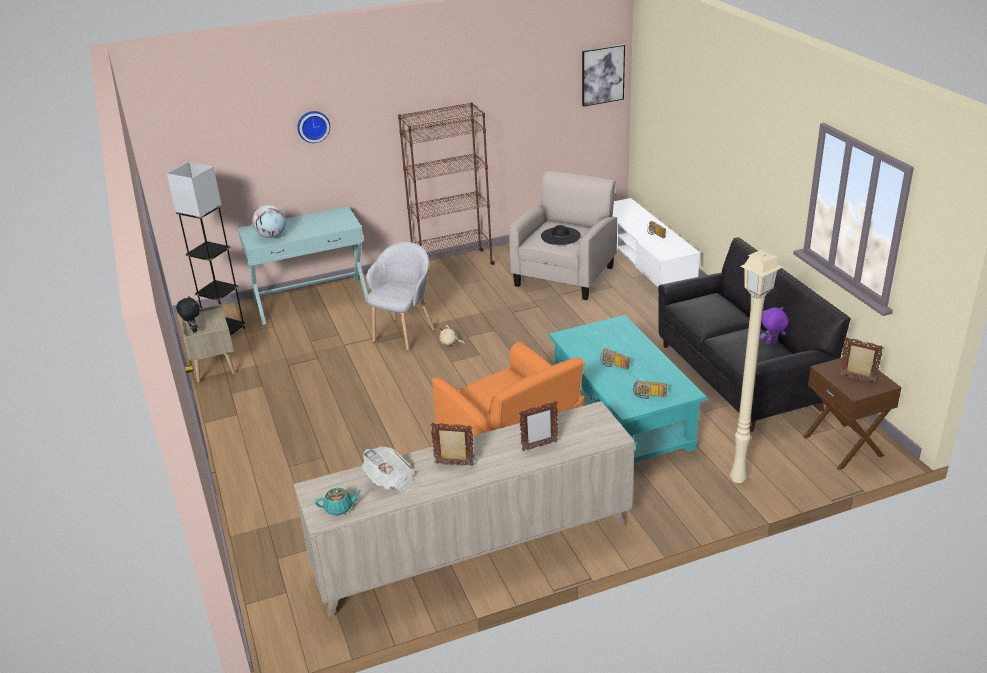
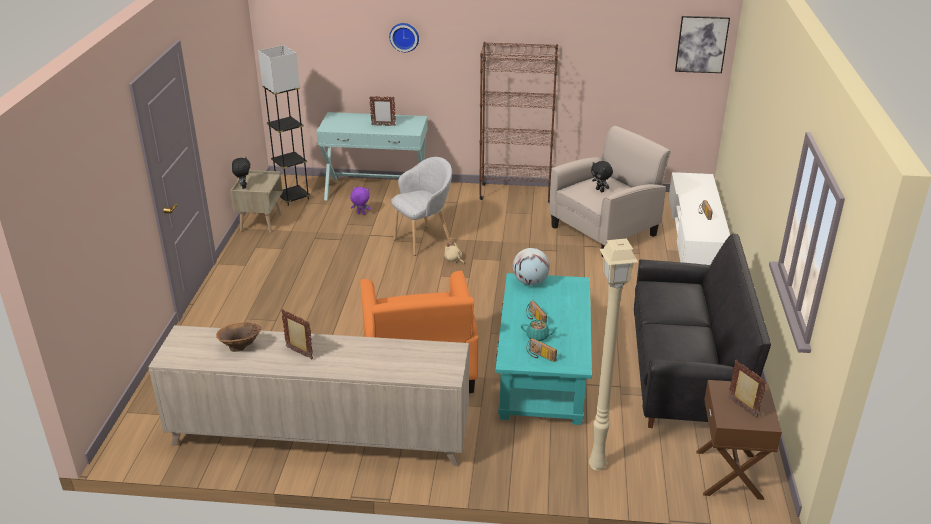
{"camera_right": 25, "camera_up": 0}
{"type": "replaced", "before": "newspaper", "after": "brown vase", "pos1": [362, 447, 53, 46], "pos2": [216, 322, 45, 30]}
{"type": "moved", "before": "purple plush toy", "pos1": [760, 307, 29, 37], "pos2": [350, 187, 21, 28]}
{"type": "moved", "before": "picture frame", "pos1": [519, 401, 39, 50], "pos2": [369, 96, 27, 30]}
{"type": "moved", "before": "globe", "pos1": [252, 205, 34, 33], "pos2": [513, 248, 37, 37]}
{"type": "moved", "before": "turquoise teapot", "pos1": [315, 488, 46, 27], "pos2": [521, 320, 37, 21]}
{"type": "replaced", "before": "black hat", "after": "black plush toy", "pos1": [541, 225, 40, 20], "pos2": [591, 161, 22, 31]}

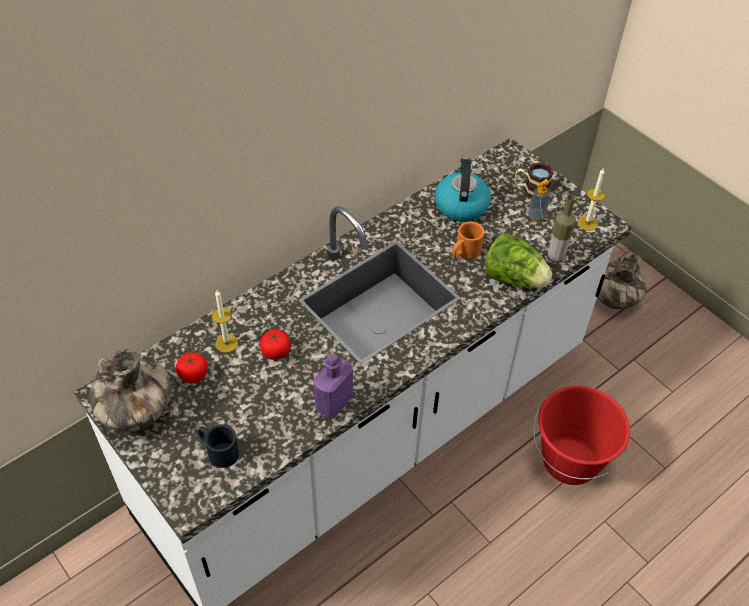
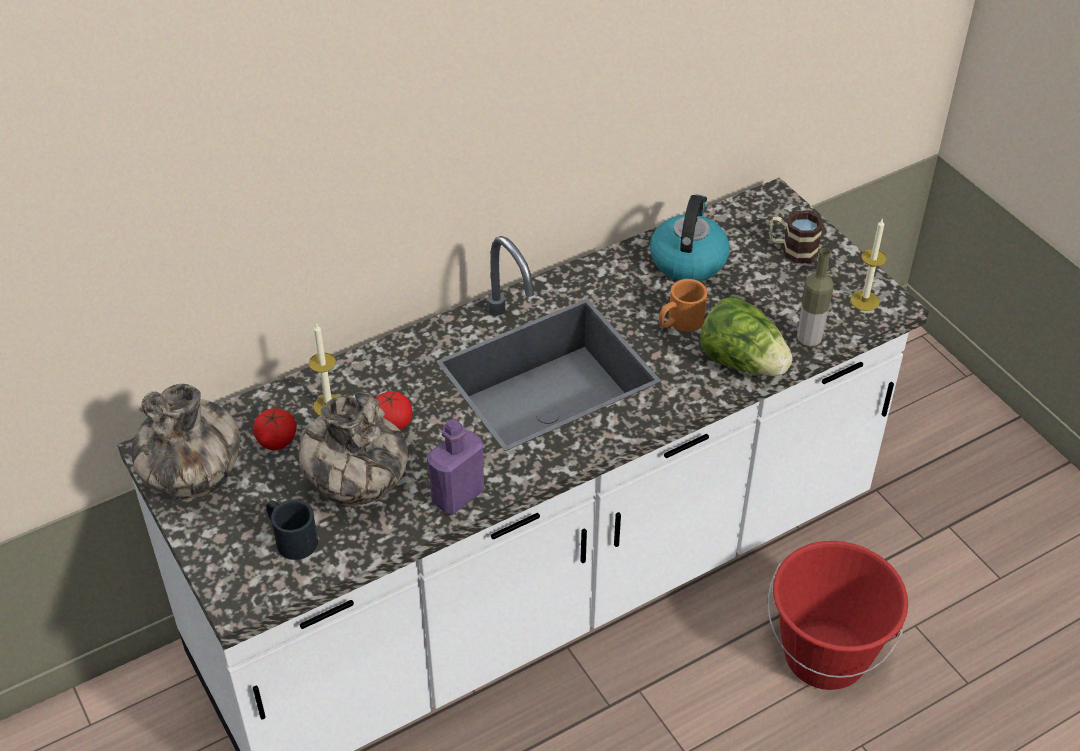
{"camera_right": 10, "camera_up": -5}
{"type": "moved", "before": "vase", "pos1": [598, 253, 49, 56], "pos2": [299, 392, 110, 114]}
{"type": "removed", "before": "soap dispenser", "pos1": [528, 179, 22, 43]}

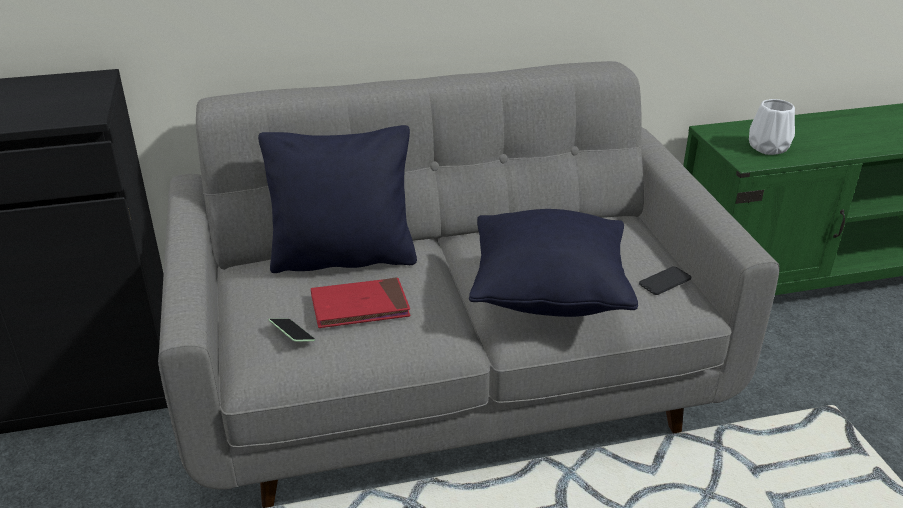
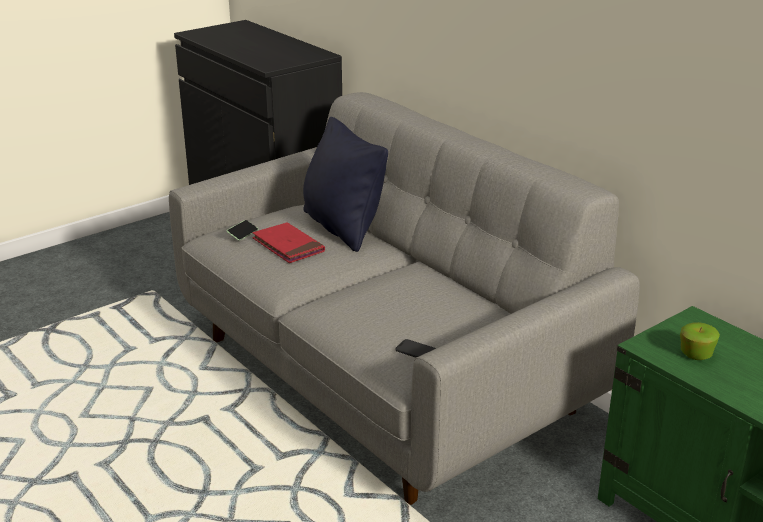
{"camera_right": 65, "camera_up": -5}
{"type": "replaced", "before": "white vase", "after": "apple", "pos1": [749, 99, 46, 56], "pos2": [680, 322, 40, 38]}
{"type": "removed", "before": "black pillow", "pos1": [469, 209, 169, 108]}

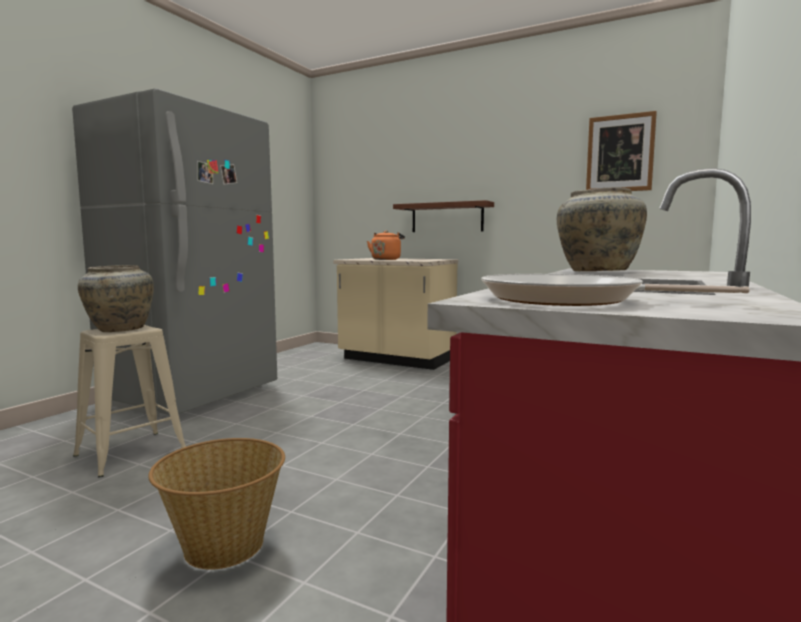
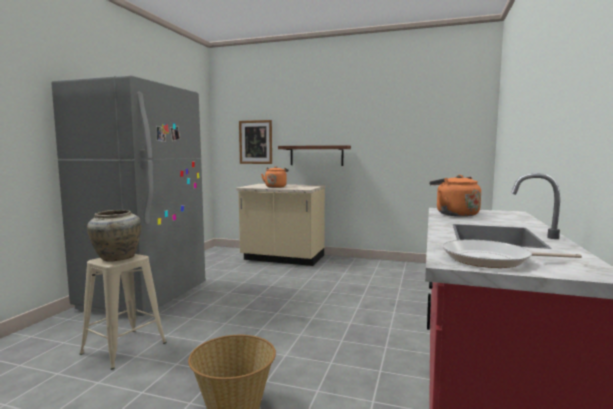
{"camera_right": -10, "camera_up": 0}
{"type": "moved", "before": "picture", "pos1": [586, 111, 71, 80], "pos2": [239, 120, 33, 44]}
{"type": "replaced", "before": "beige vase", "after": "orange kettle", "pos1": [557, 187, 90, 84], "pos2": [429, 175, 52, 42]}

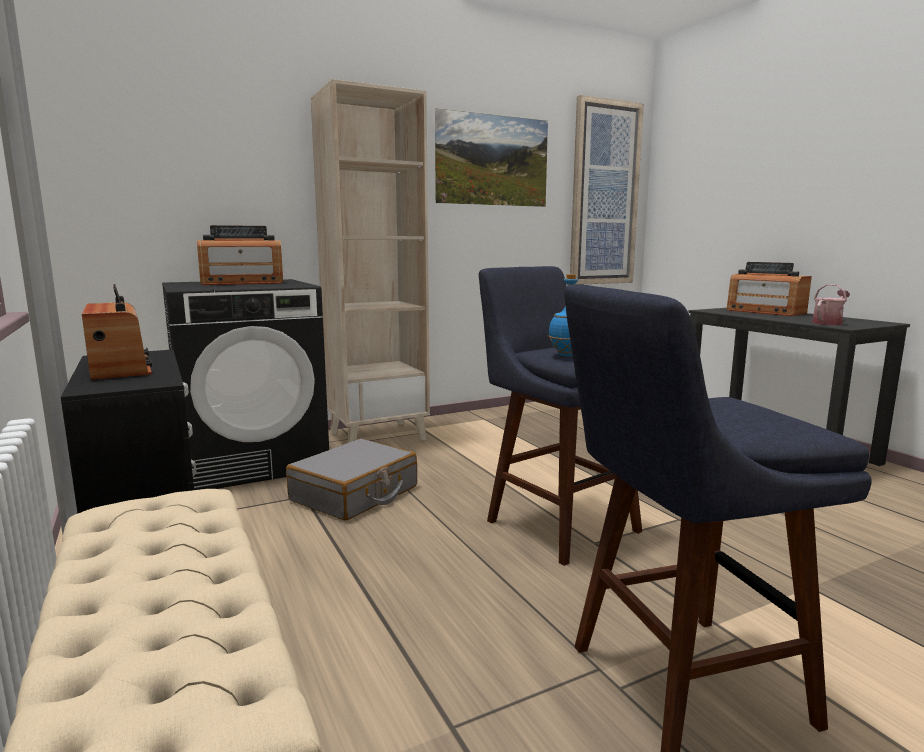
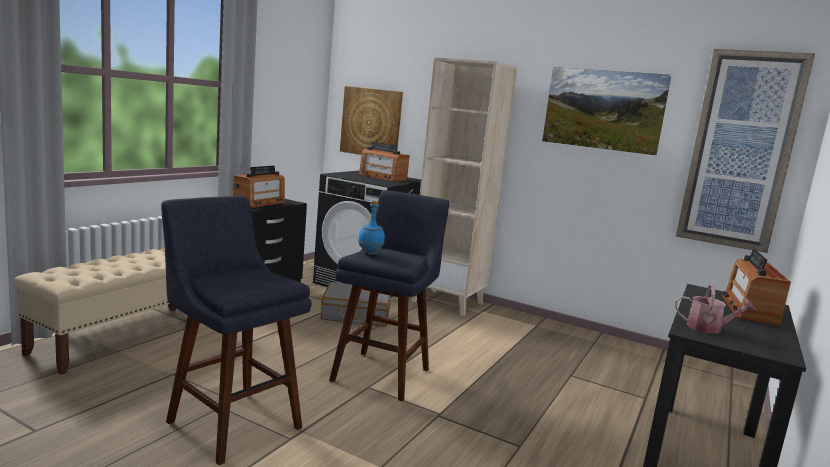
{"camera_right": 55, "camera_up": 0}
{"type": "added", "after": "picture", "pos2": [340, 86, 63, 69]}

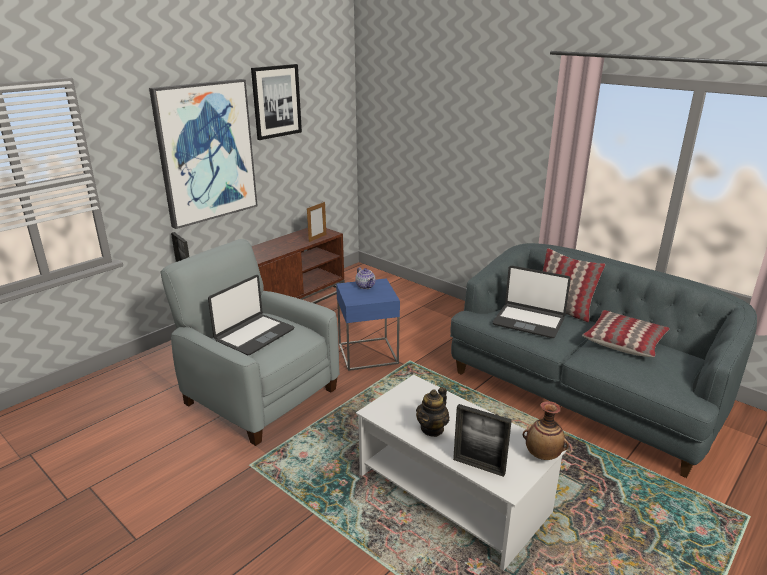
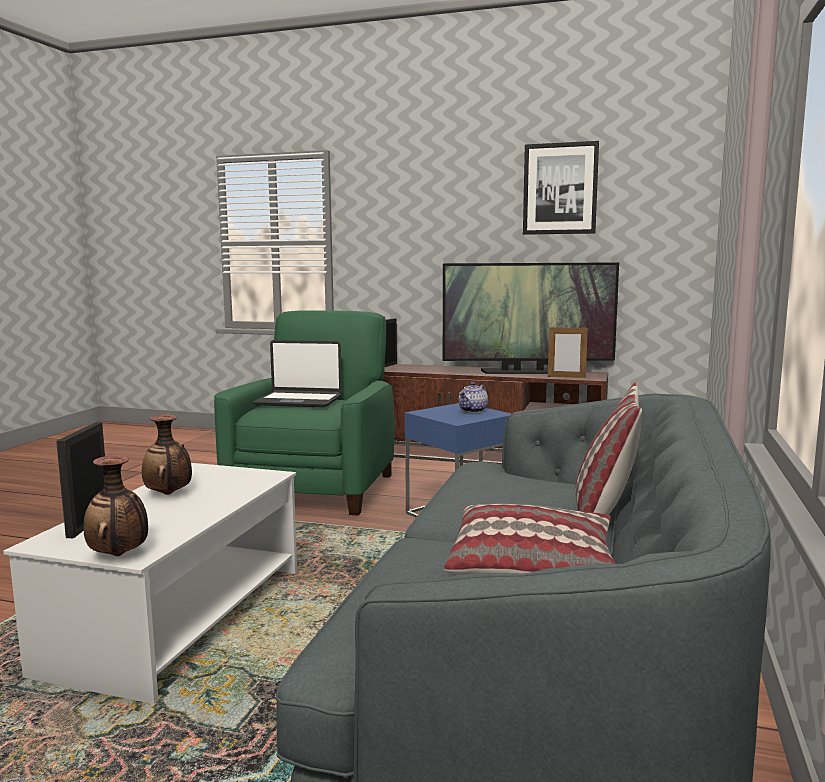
{"camera_right": 65, "camera_up": -15}
{"type": "replaced", "before": "teapot", "after": "vase", "pos1": [416, 387, 34, 50], "pos2": [142, 415, 50, 80]}
{"type": "recoloured", "before": "grey armchair", "after": "green armchair", "pos1": [161, 239, 179, 207], "pos2": [214, 310, 181, 206]}
{"type": "added", "after": "television", "pos2": [443, 262, 176, 112]}
{"type": "removed", "before": "picture", "pos1": [149, 79, 109, 150]}
{"type": "removed", "before": "laptop", "pos1": [493, 266, 78, 72]}

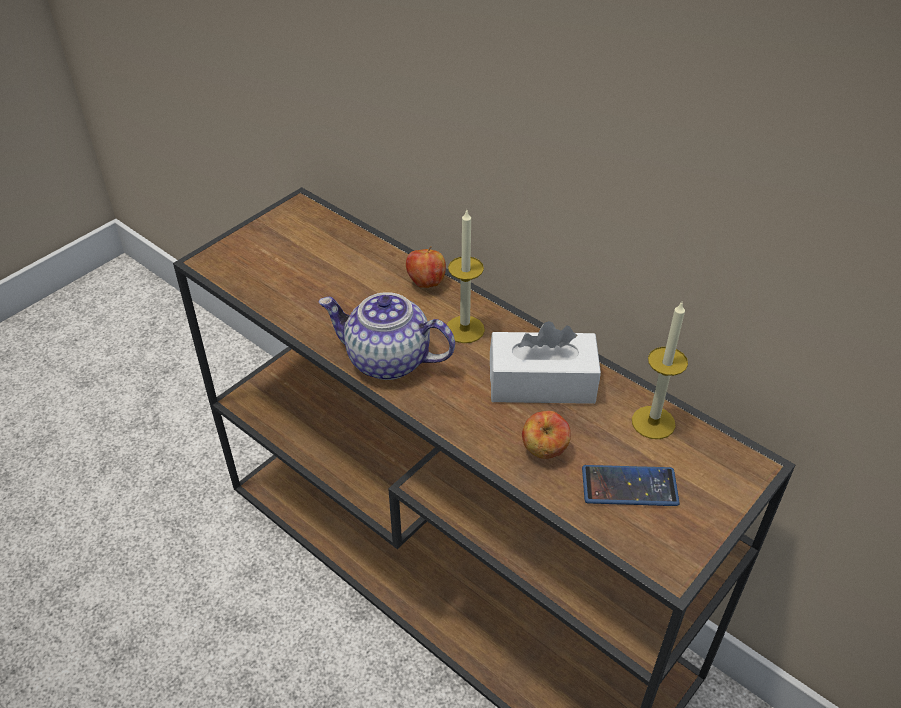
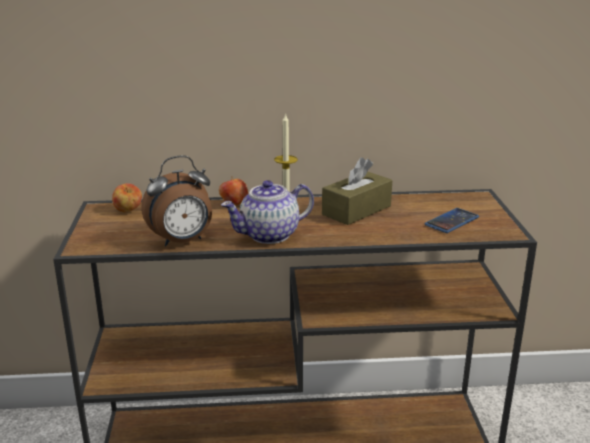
{"camera_right": -45, "camera_up": -20}
{"type": "moved", "before": "apple", "pos1": [522, 411, 49, 48], "pos2": [112, 183, 30, 29]}
{"type": "added", "after": "alarm clock", "pos2": [141, 156, 71, 90]}
{"type": "recoloured", "before": "white tissue box", "after": "brown tissue box", "pos1": [490, 321, 111, 83], "pos2": [322, 157, 70, 68]}
{"type": "removed", "before": "candle", "pos1": [632, 302, 56, 137]}

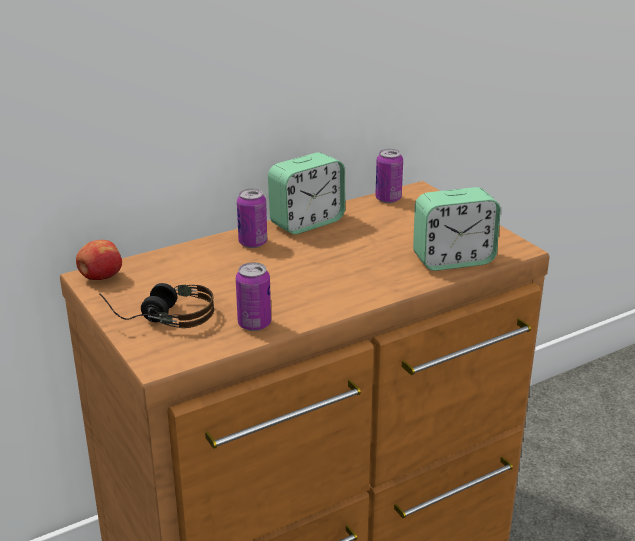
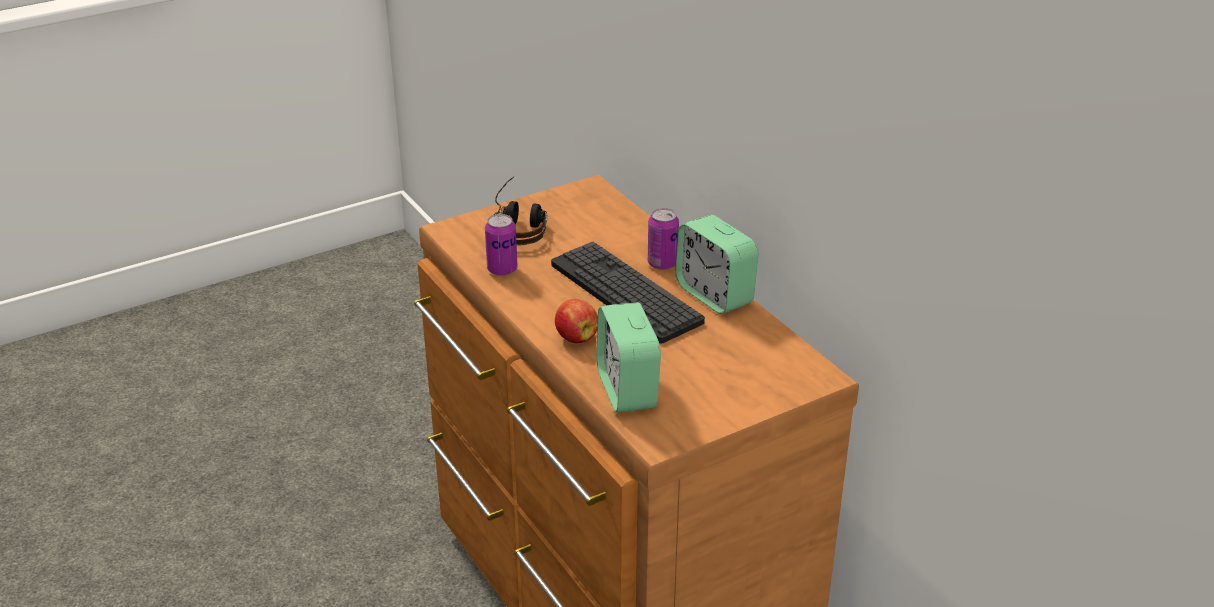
{"camera_right": 90, "camera_up": 5}
{"type": "added", "after": "keyboard", "pos2": [551, 242, 154, 102]}
{"type": "moved", "before": "apple", "pos1": [76, 240, 46, 40], "pos2": [555, 299, 43, 44]}
{"type": "removed", "before": "can", "pos1": [375, 149, 28, 54]}

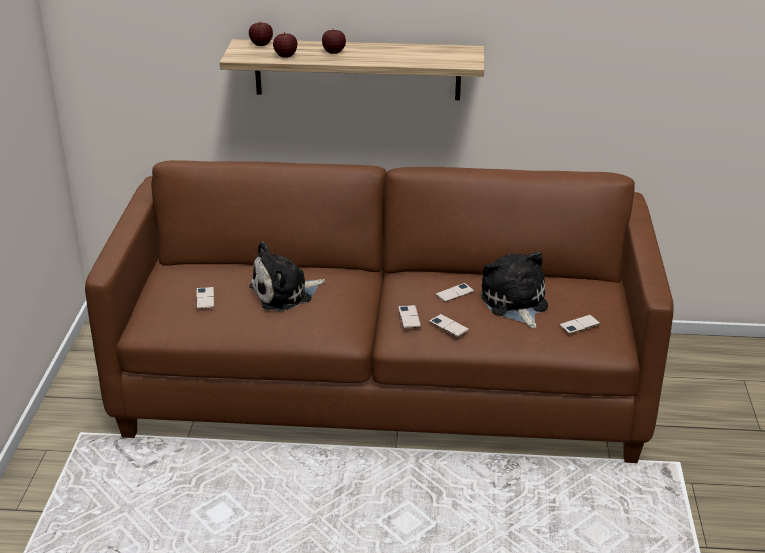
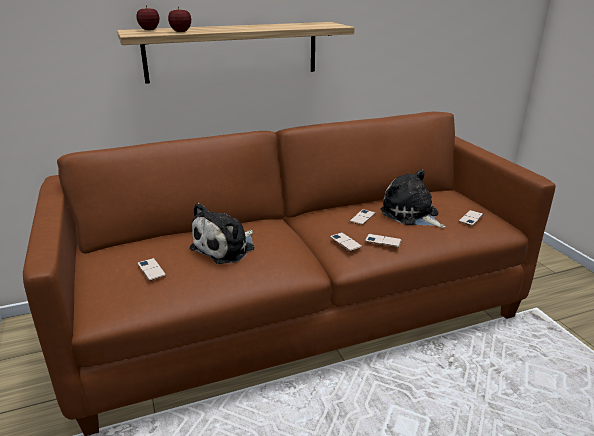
{"camera_right": -25, "camera_up": -5}
{"type": "removed", "before": "apple", "pos1": [322, 30, 24, 24]}

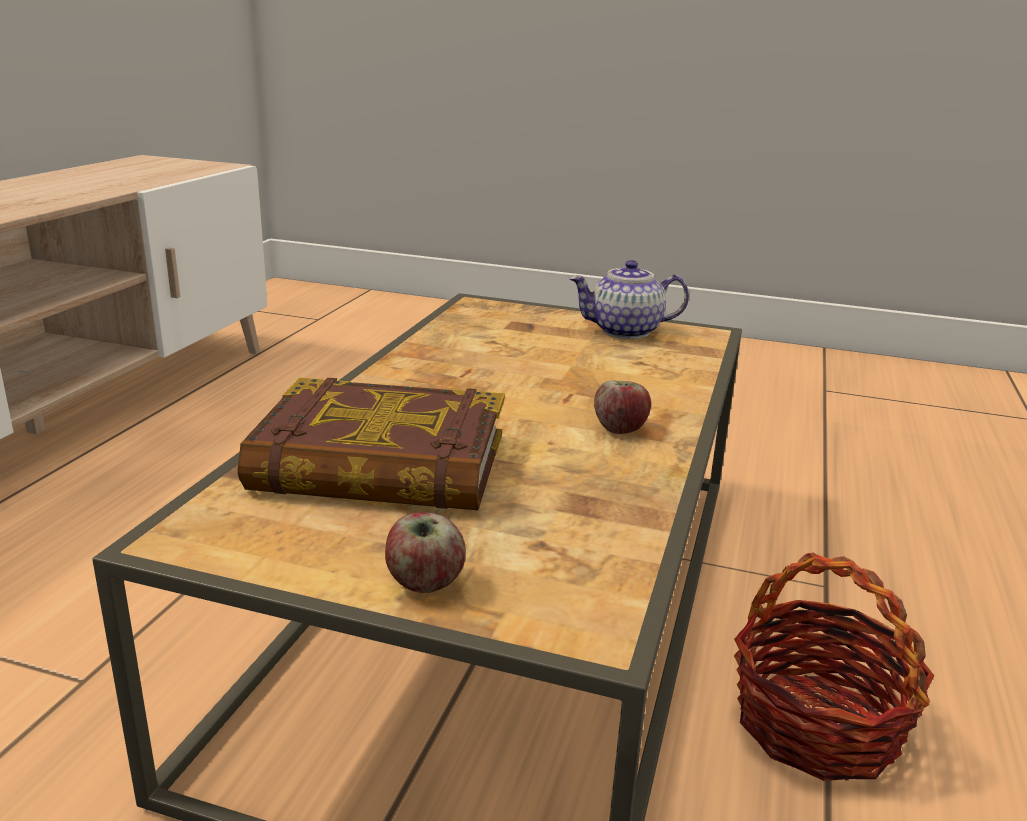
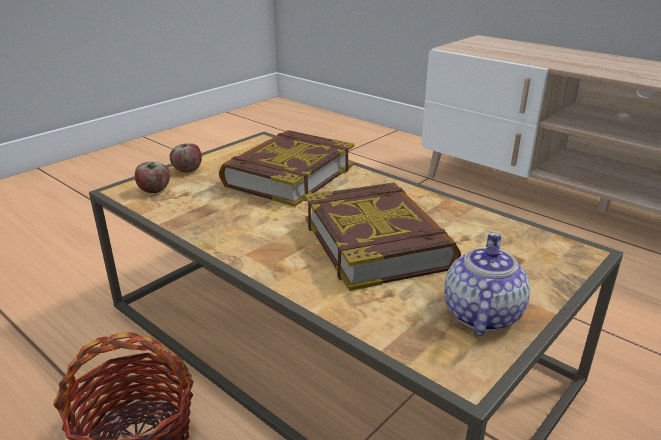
{"camera_right": 115, "camera_up": 5}
{"type": "moved", "before": "apple", "pos1": [594, 381, 57, 53], "pos2": [135, 161, 35, 32]}
{"type": "added", "after": "book", "pos2": [305, 182, 156, 109]}

